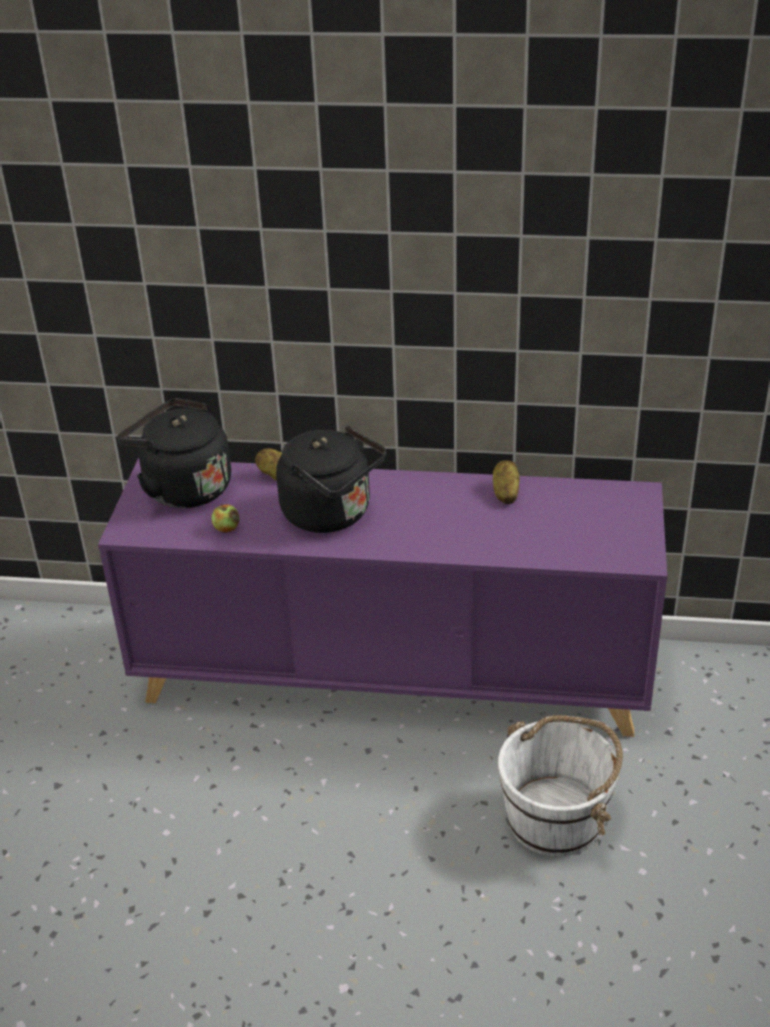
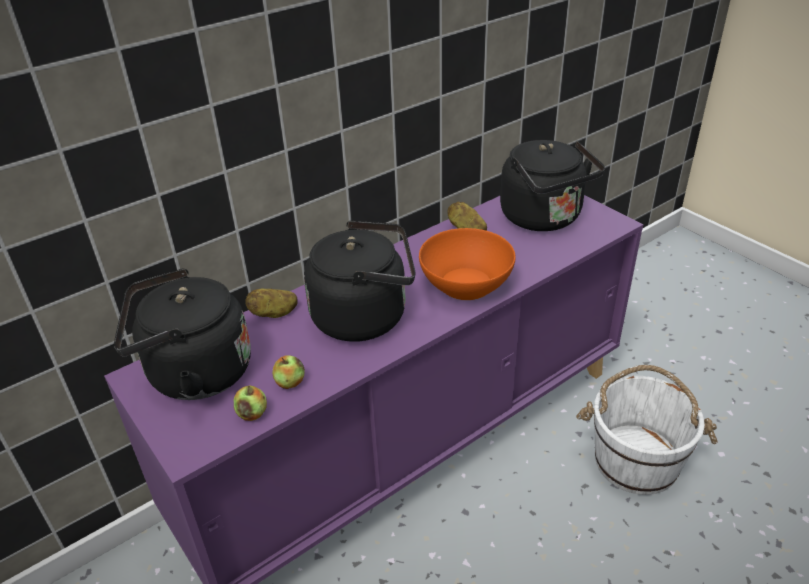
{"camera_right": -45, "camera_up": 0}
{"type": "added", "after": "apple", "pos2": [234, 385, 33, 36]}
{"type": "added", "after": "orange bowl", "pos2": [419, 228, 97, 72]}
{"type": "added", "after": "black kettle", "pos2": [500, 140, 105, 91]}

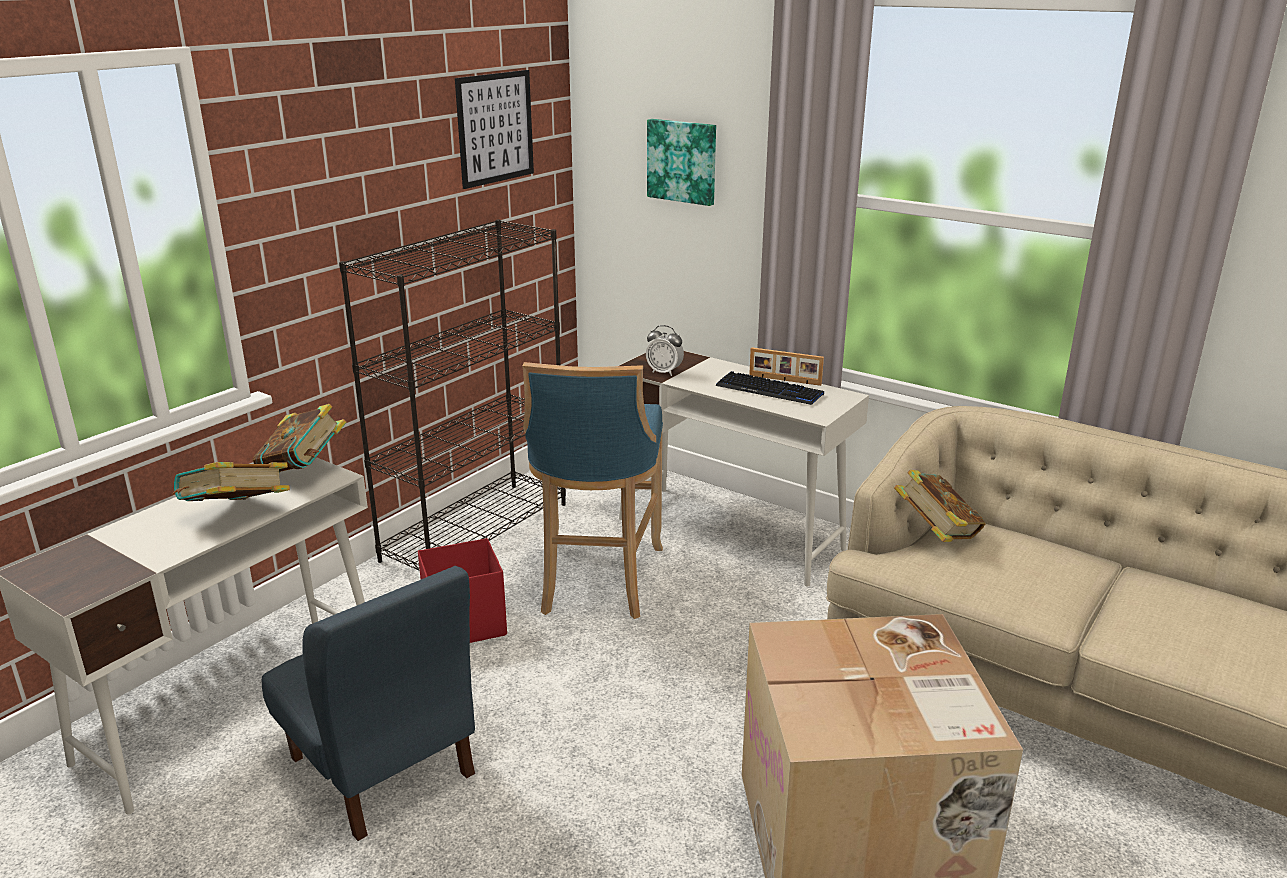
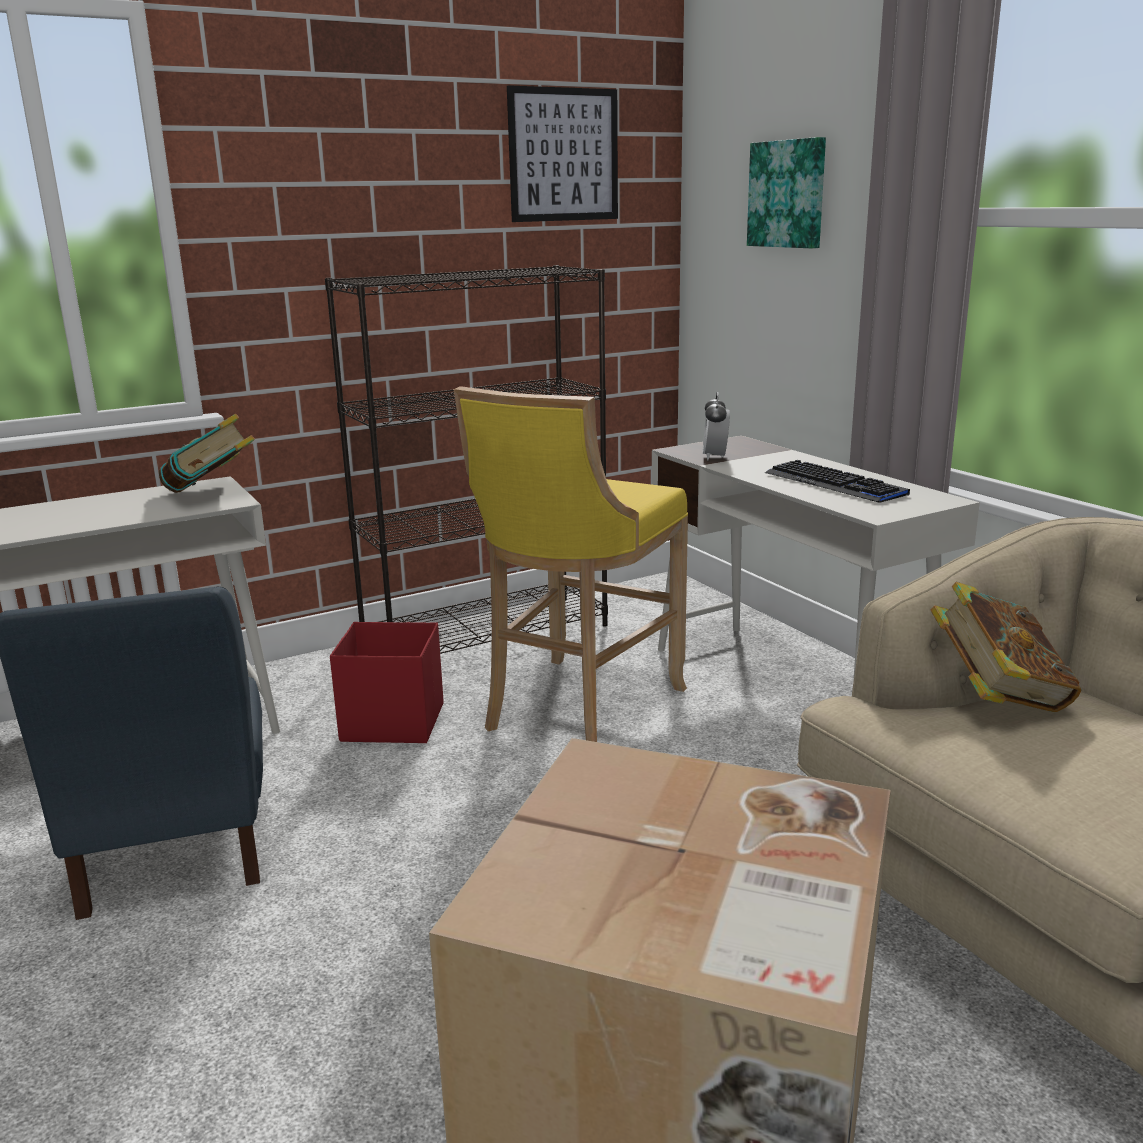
{"camera_right": 25, "camera_up": -5}
{"type": "recoloured", "before": "blue stool", "after": "yellow stool", "pos1": [522, 362, 141, 257], "pos2": [454, 386, 234, 356]}
{"type": "turned", "before": "alarm clock", "pos1": [646, 325, 38, 51], "pos2": [703, 392, 27, 68], "turn": 45}
{"type": "removed", "before": "book", "pos1": [172, 462, 118, 39]}
{"type": "removed", "before": "picture frame", "pos1": [749, 347, 75, 39]}

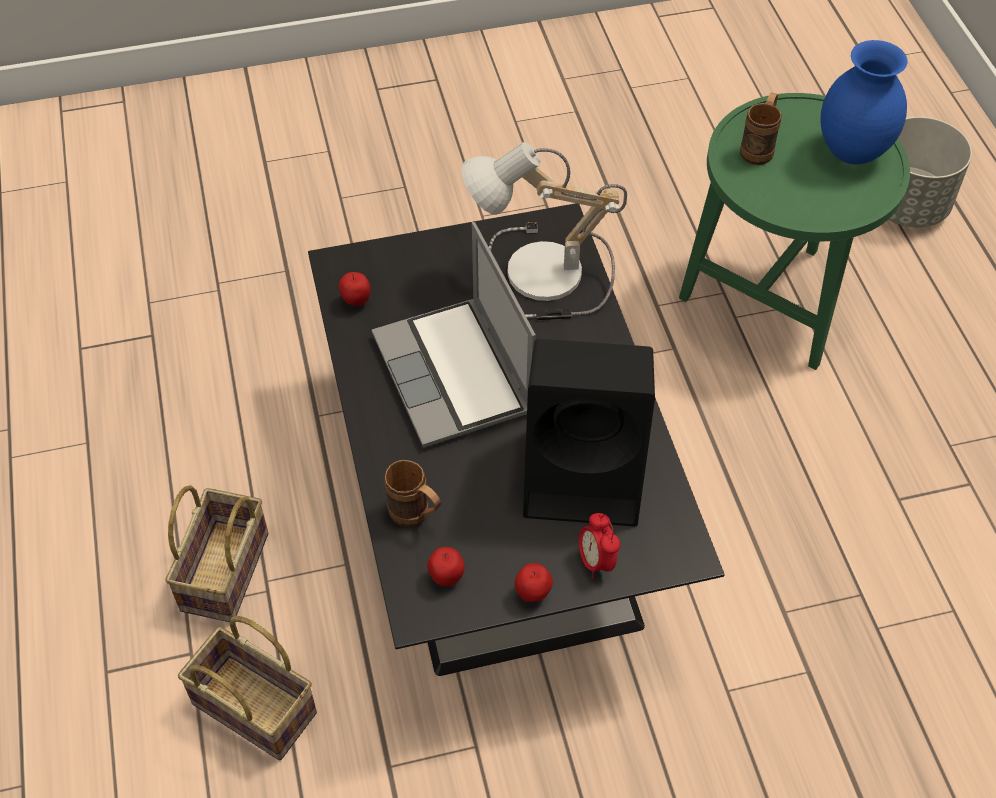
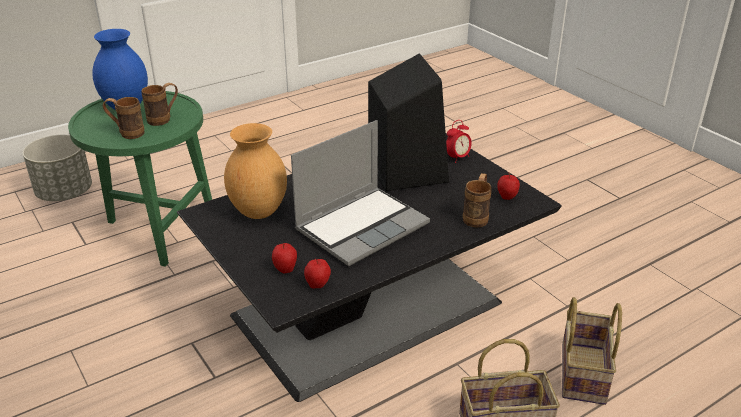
{"camera_right": -110, "camera_up": -20}
{"type": "added", "after": "brown mug", "pos2": [141, 83, 37, 43]}
{"type": "replaced", "before": "table lamp", "after": "brown vase", "pos1": [461, 142, 166, 178], "pos2": [224, 123, 63, 96]}
{"type": "moved", "before": "apple", "pos1": [515, 563, 38, 39], "pos2": [272, 243, 25, 30]}

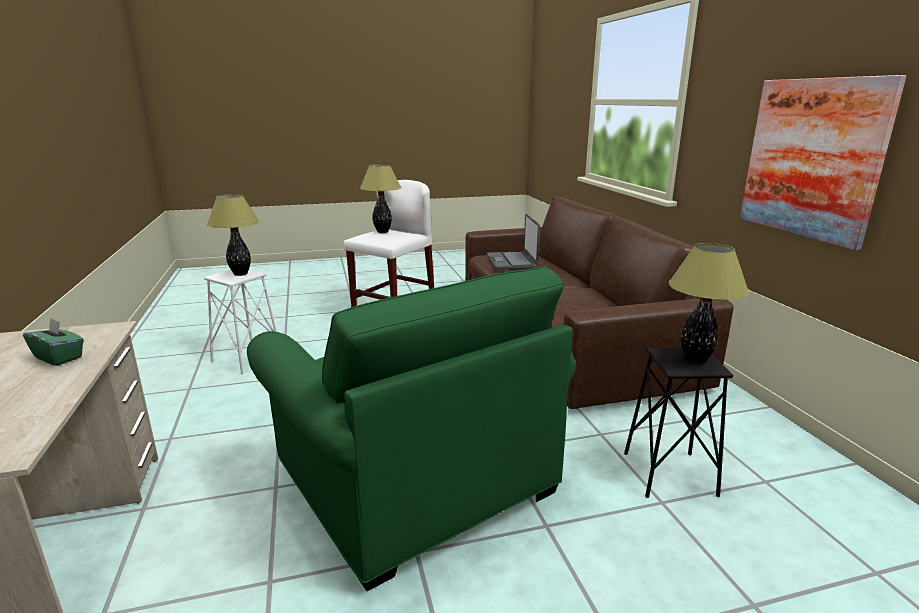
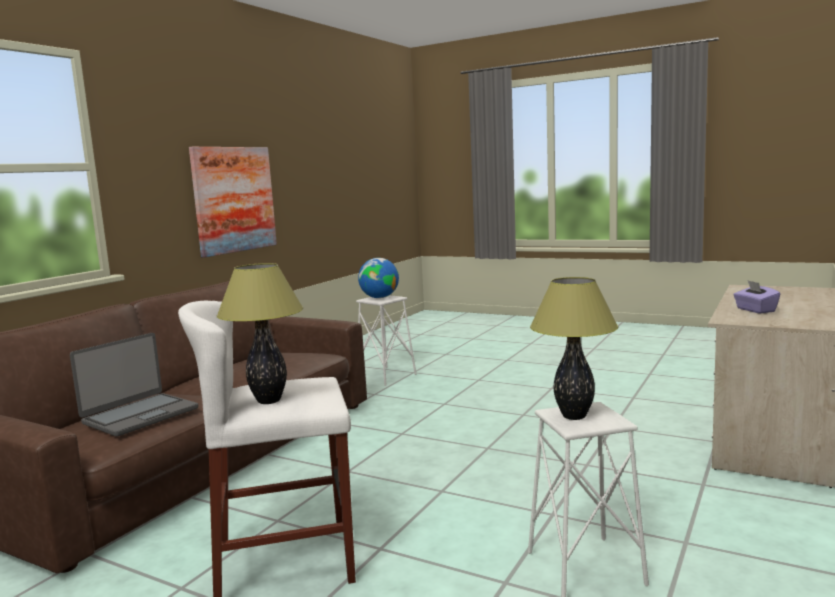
{"camera_right": -135, "camera_up": -10}
{"type": "recoloured", "before": "black stool", "after": "white stool", "pos1": [624, 347, 109, 151], "pos2": [356, 295, 60, 91]}
{"type": "replaced", "before": "table lamp", "after": "globe", "pos1": [669, 243, 80, 121], "pos2": [358, 258, 41, 40]}
{"type": "recoloured", "before": "green tissue box", "after": "purple tissue box", "pos1": [23, 318, 61, 48], "pos2": [733, 280, 47, 34]}
{"type": "removed", "before": "green armchair", "pos1": [247, 266, 329, 325]}

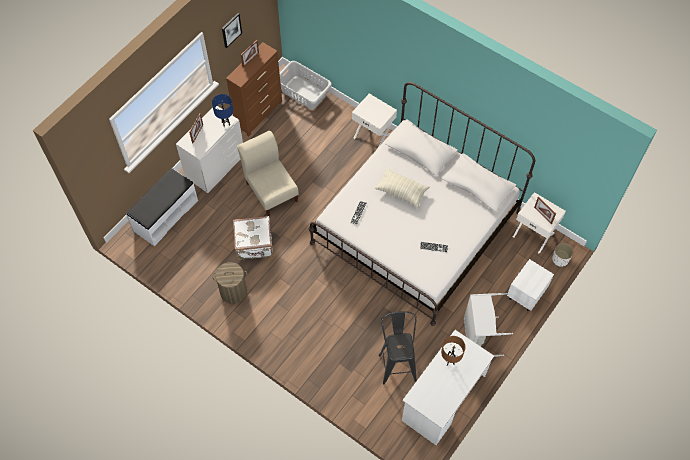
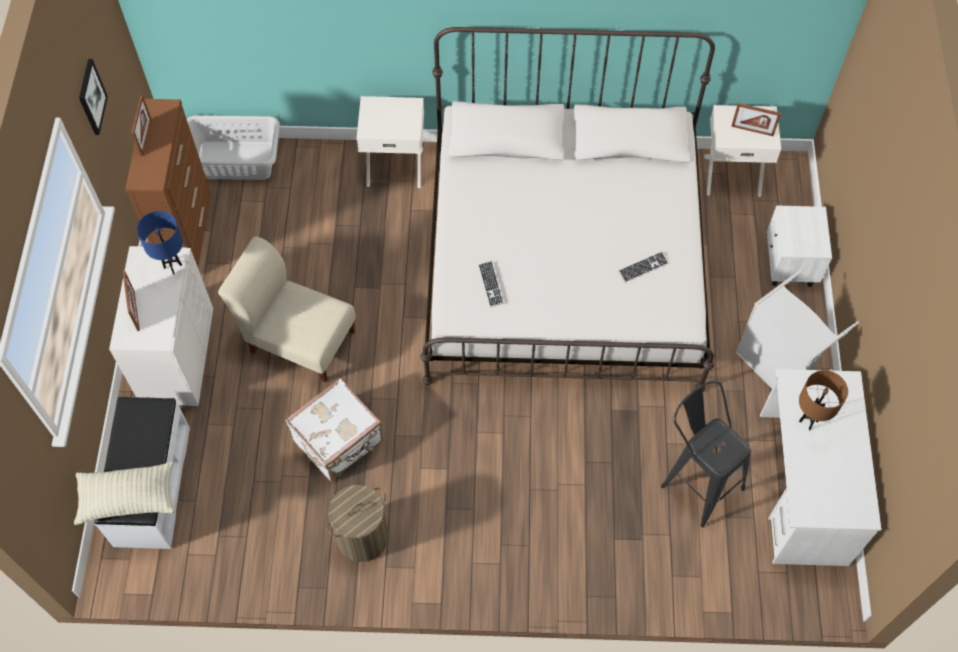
{"camera_right": -35, "camera_up": 0}
{"type": "moved", "before": "pillow", "pos1": [374, 168, 55, 40], "pos2": [74, 461, 102, 64]}
{"type": "removed", "before": "white planter", "pos1": [552, 243, 22, 24]}

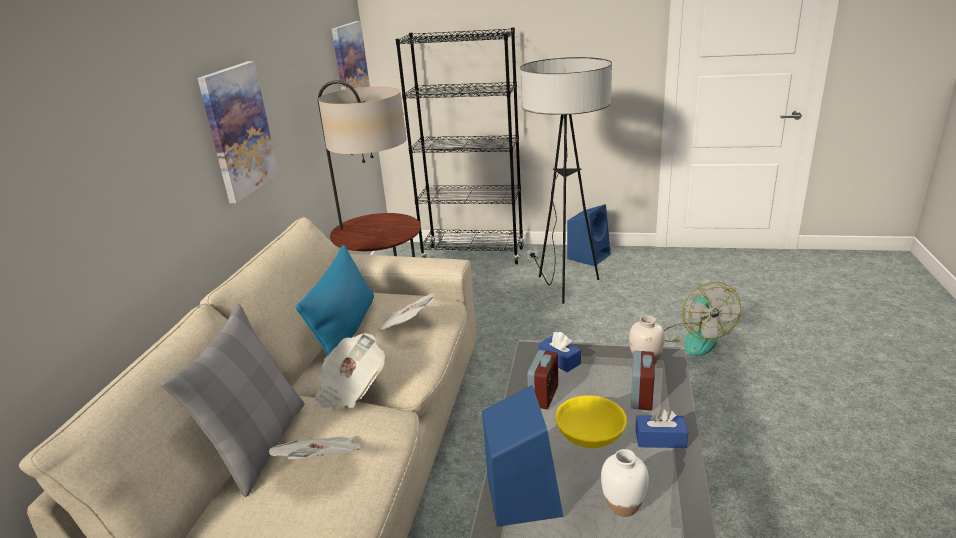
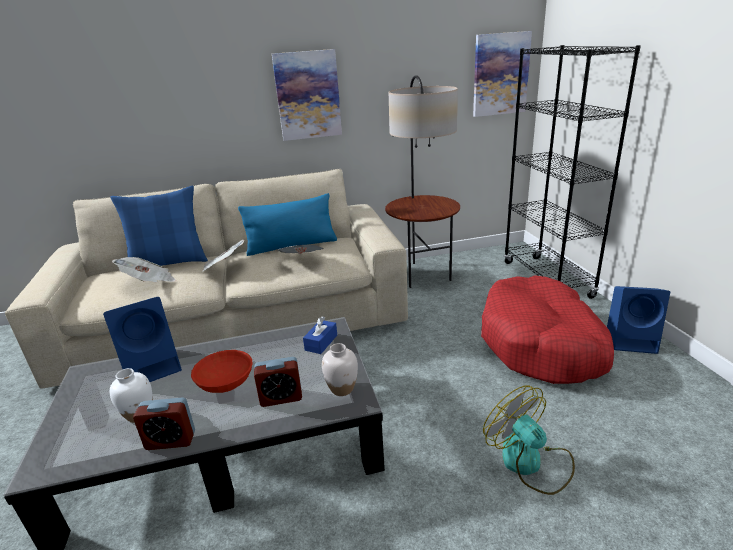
{"camera_right": 65, "camera_up": 0}
{"type": "recoloured", "before": "grey pillow", "after": "blue pillow", "pos1": [160, 304, 145, 193], "pos2": [110, 186, 98, 80]}
{"type": "moved", "before": "alarm clock", "pos1": [527, 350, 31, 59], "pos2": [133, 397, 62, 53]}
{"type": "recoloured", "before": "yellow bowl", "after": "red bowl", "pos1": [555, 395, 72, 53], "pos2": [191, 350, 62, 43]}
{"type": "replaced", "before": "floor lamp", "after": "red dog bed", "pos1": [520, 57, 92, 247], "pos2": [481, 275, 133, 109]}
{"type": "turned", "before": "fan", "pos1": [664, 282, 77, 74], "pos2": [483, 385, 92, 110], "turn": 90}
{"type": "removed", "before": "blue tissue box", "pos1": [636, 409, 52, 39]}

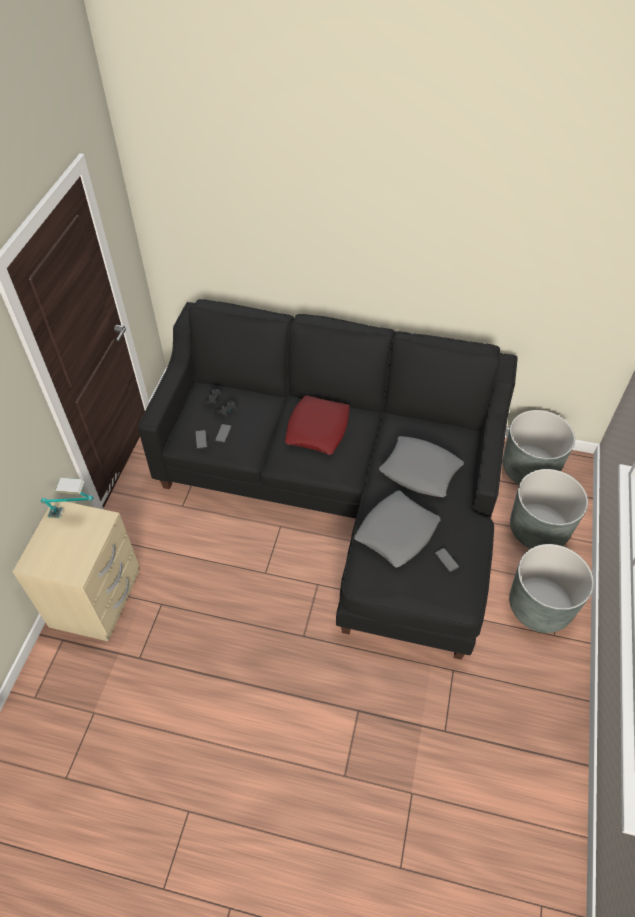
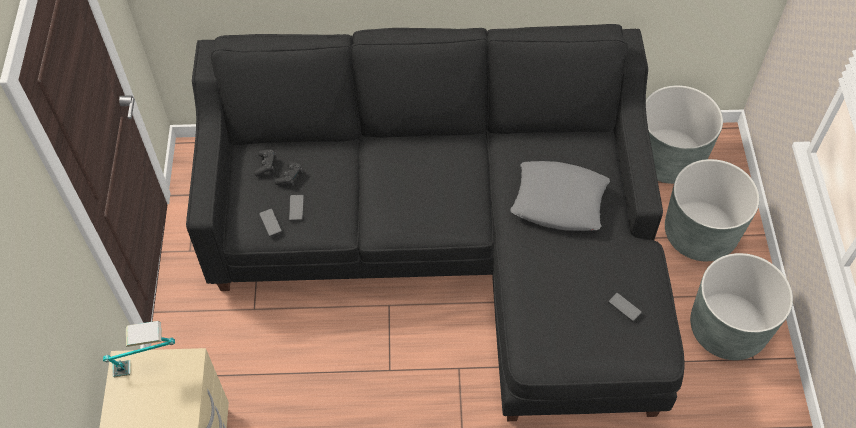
{"camera_right": -15, "camera_up": 5}
{"type": "removed", "before": "red pillow", "pos1": [285, 395, 65, 60]}
{"type": "removed", "before": "grey pillow", "pos1": [354, 490, 86, 78]}

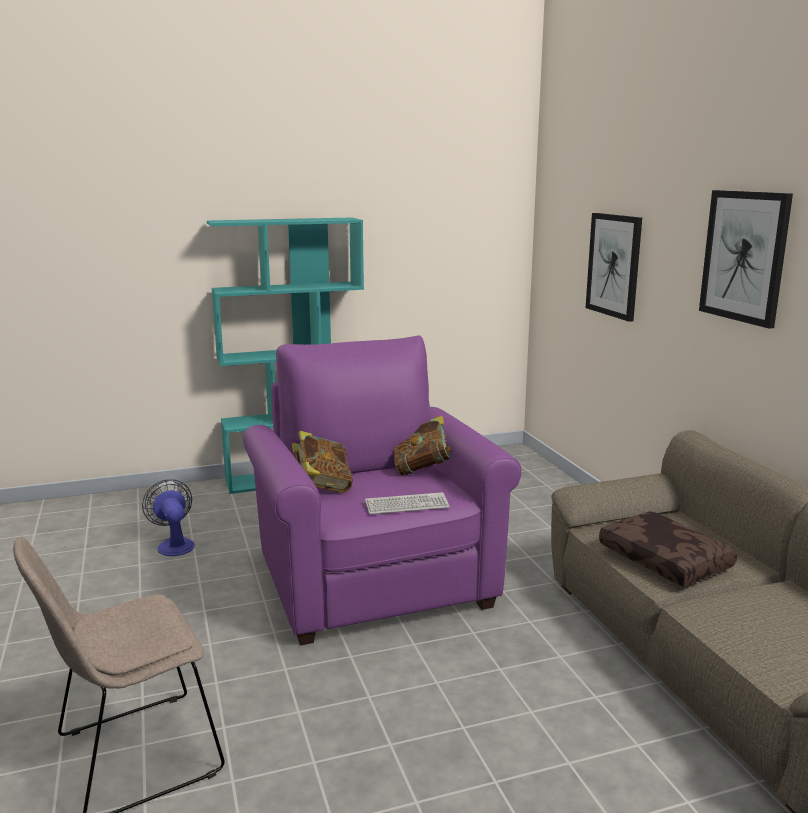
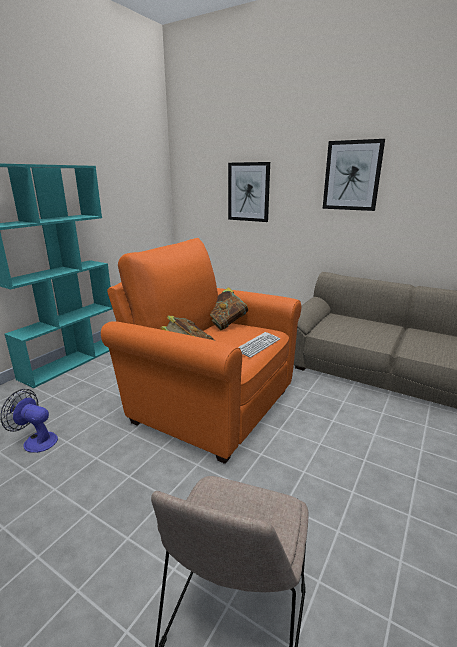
{"camera_right": -40, "camera_up": 5}
{"type": "recoloured", "before": "purple armchair", "after": "orange armchair", "pos1": [243, 336, 278, 310], "pos2": [101, 238, 200, 226]}
{"type": "removed", "before": "brown pillow", "pos1": [599, 512, 138, 75]}

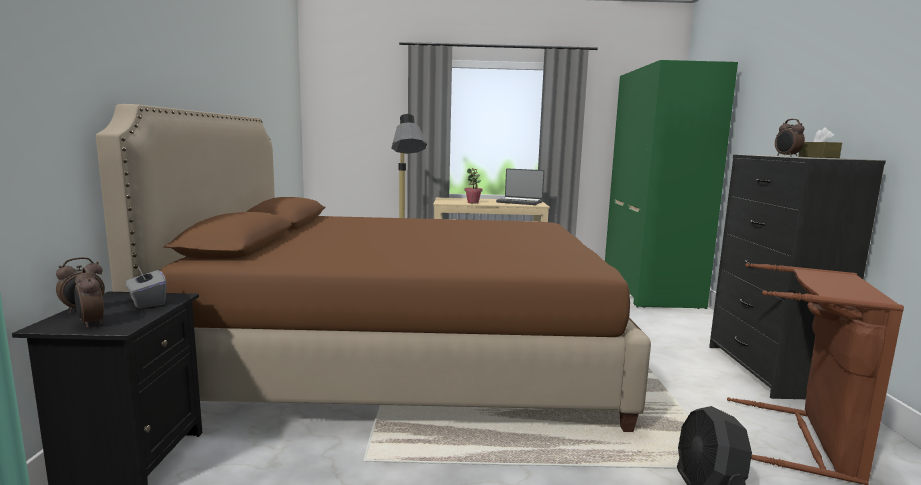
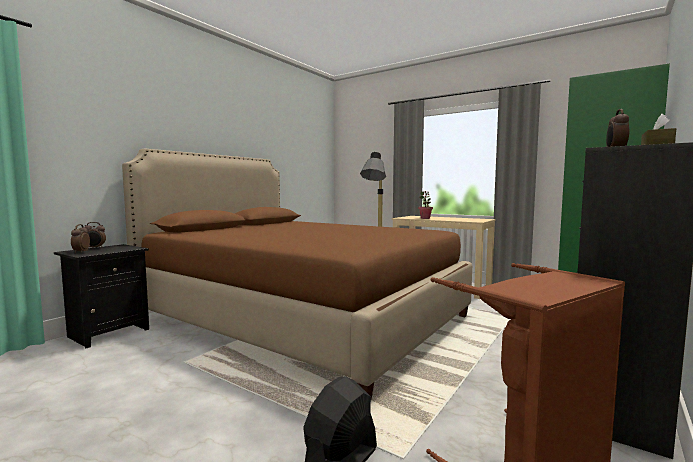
{"camera_right": 35, "camera_up": -5}
{"type": "removed", "before": "grey tissue box", "pos1": [125, 266, 42, 42]}
{"type": "removed", "before": "laptop", "pos1": [496, 168, 49, 37]}

